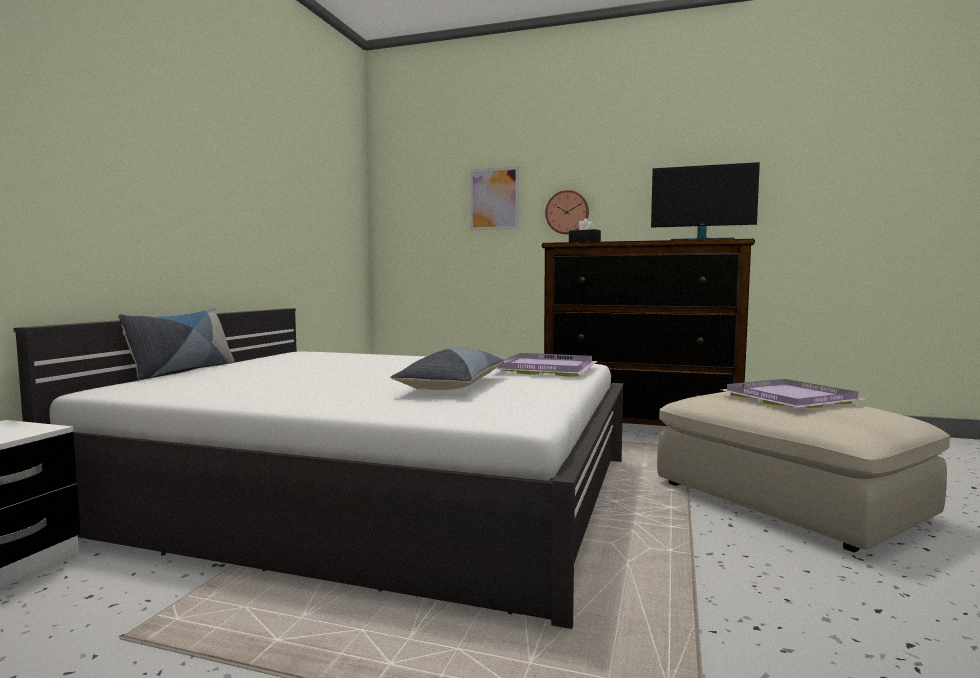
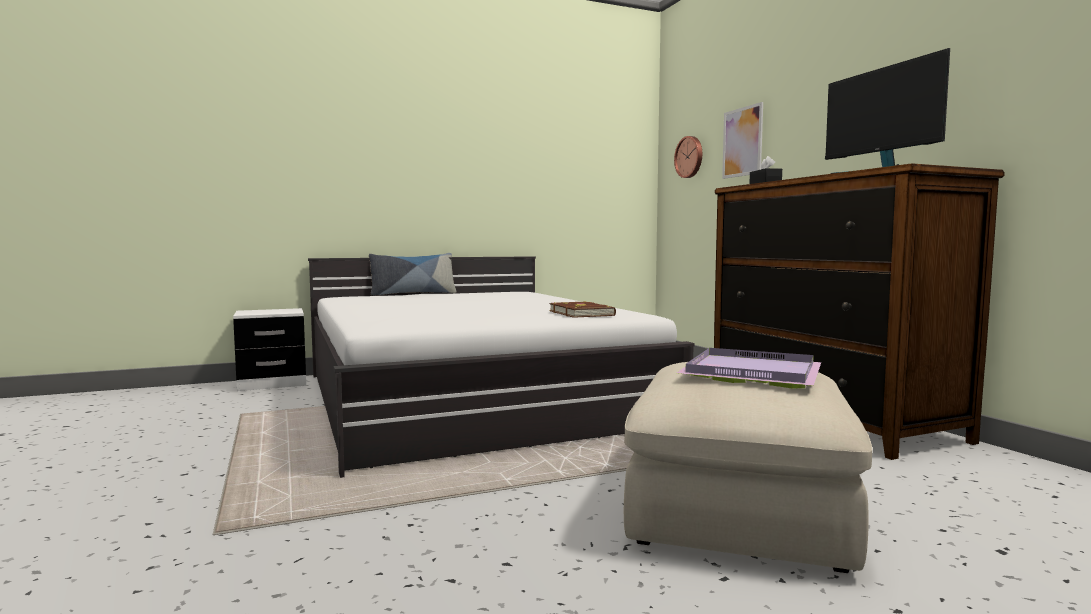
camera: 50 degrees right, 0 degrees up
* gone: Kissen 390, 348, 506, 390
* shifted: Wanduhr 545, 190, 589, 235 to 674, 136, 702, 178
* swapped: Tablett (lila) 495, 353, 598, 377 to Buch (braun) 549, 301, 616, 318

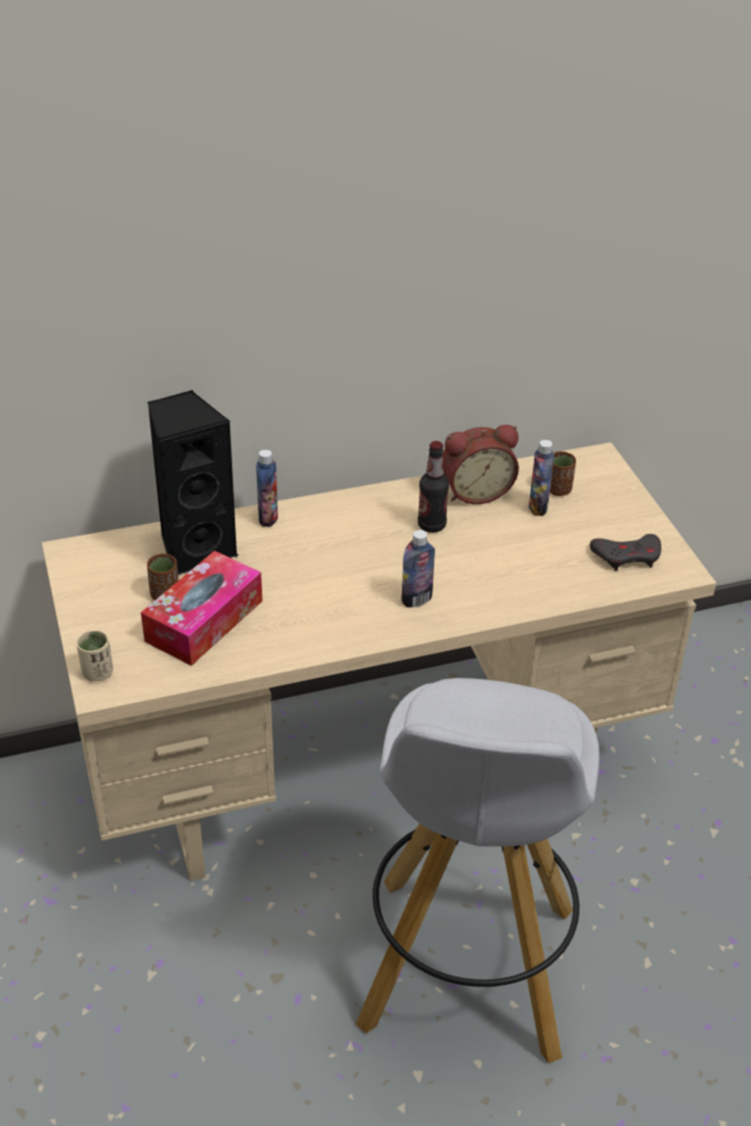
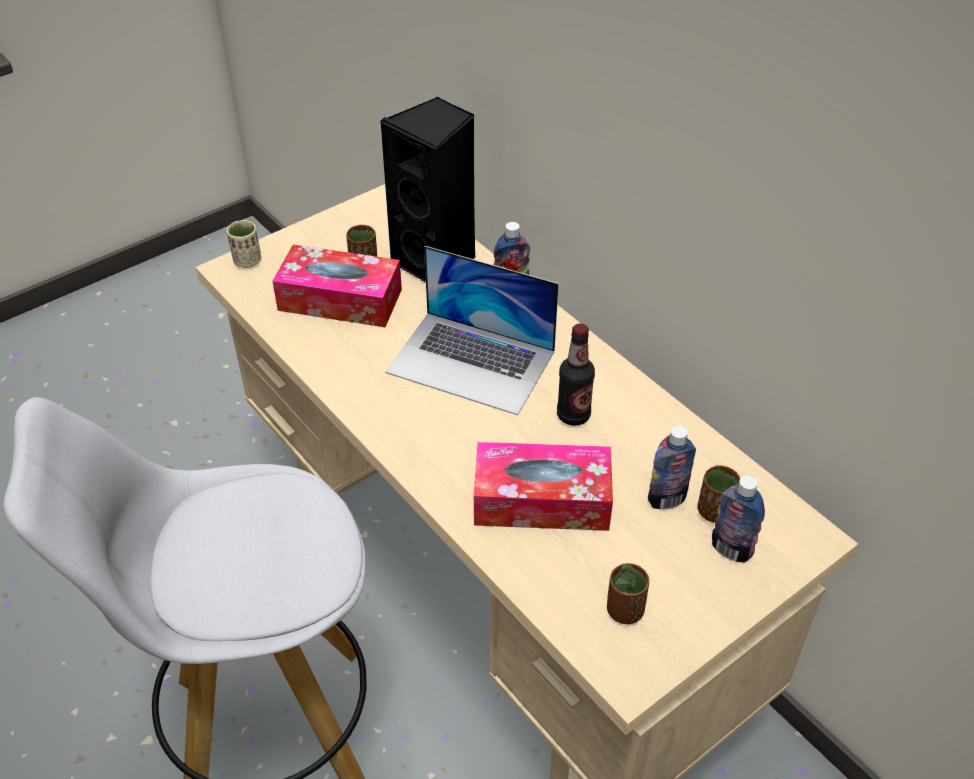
camera: 70 degrees right, 5 degrees up
* gone: Wecker 443, 425, 519, 504
* new: Laptop 386, 246, 559, 415
* new: Taschentuchbox 474, 442, 613, 531
* shifted: Flasche 401, 530, 435, 608 to 712, 476, 765, 563
* swapped: Gamepad (grau) 590, 534, 661, 571 to Tasse (braun) 607, 563, 649, 624

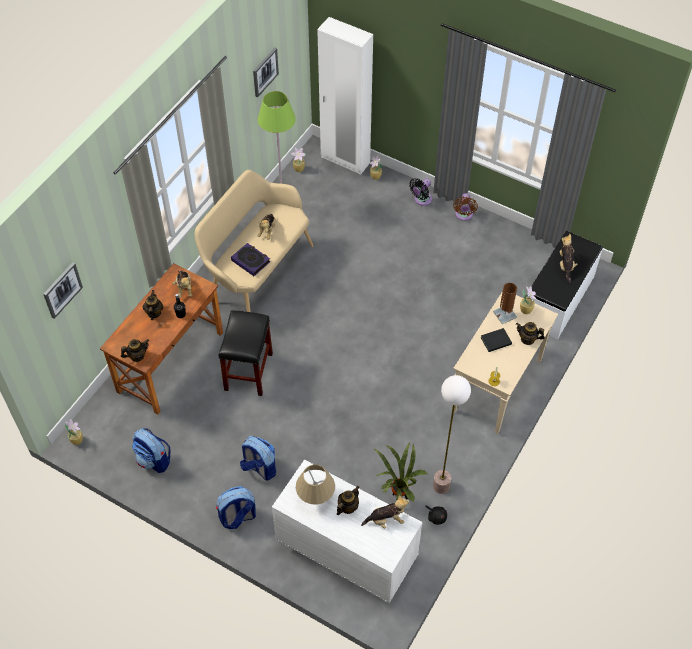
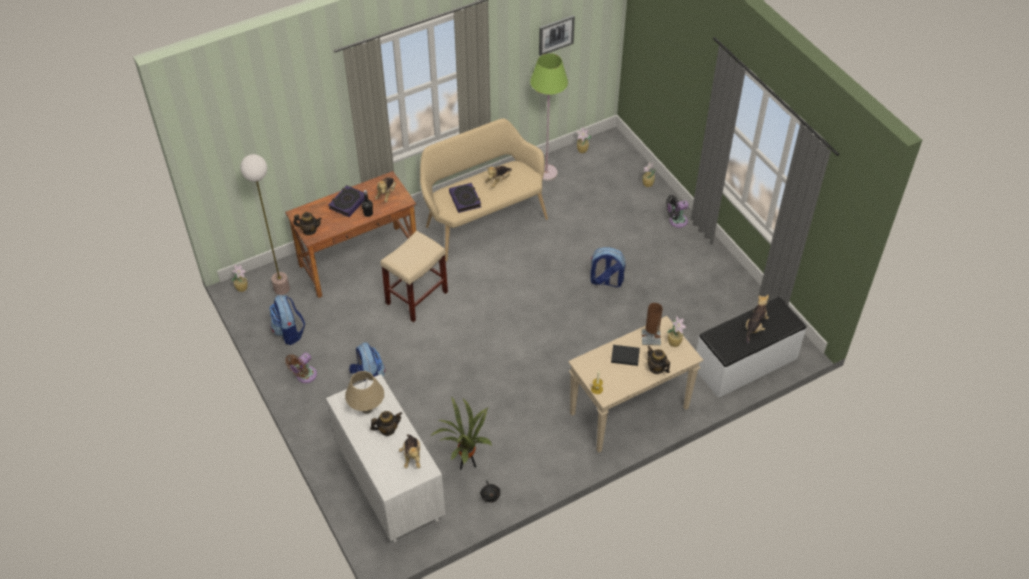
camera: 30 degrees right, 5 degrees down
* gone: Bild 43, 262, 83, 319
* gone: Kleiderschrank (weiß) 317, 17, 373, 175
* shifted: Rucksack 216, 486, 256, 529 to 590, 247, 625, 287
* shifted: Stehlampe 433, 375, 471, 494 to 240, 154, 290, 295
* shifted: Ventilator (braun) 453, 193, 478, 221 to 285, 352, 317, 383
* swapped: Teekanne 143, 290, 163, 320 to Buch 328, 185, 365, 217
* repainted: Hocker (schwarz) 219, 310, 273, 396 to Hocker (beige) 380, 231, 448, 323
* rotated: Plüschtier 361, 495, 409, 529 = 399, 434, 421, 469 60 degrees clockwise

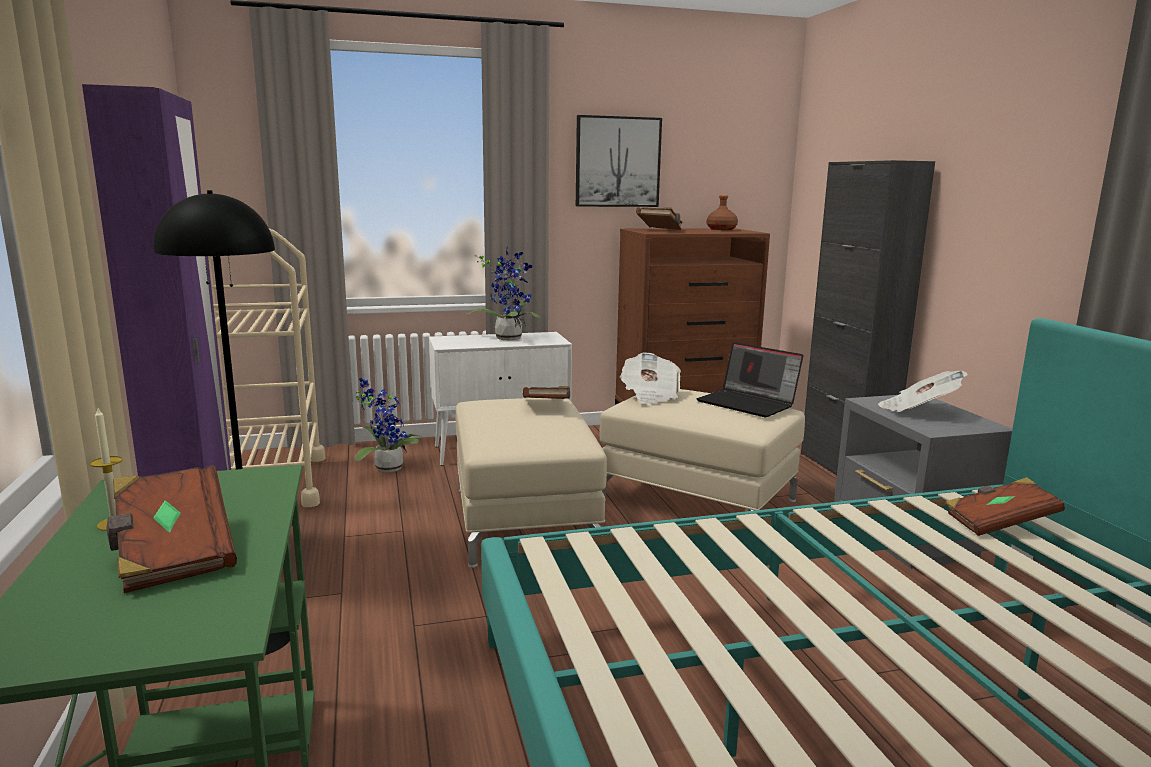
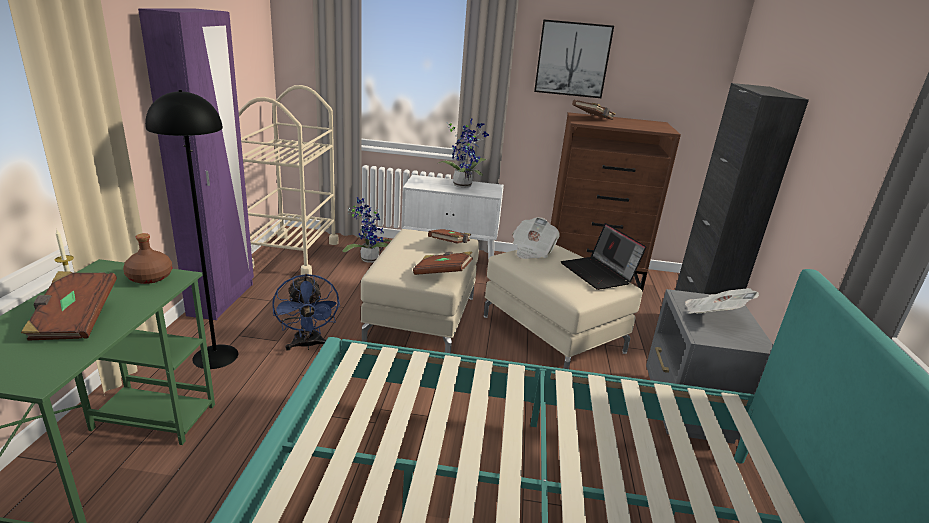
camera: 20 degrees right, 10 degrees up
* new: Ventilator (blau) 272, 274, 340, 351
* shifted: Flasche (braun) 707, 195, 738, 230 to 123, 233, 173, 284
* shifted: Buch (braun) 945, 477, 1065, 536 to 413, 251, 473, 275

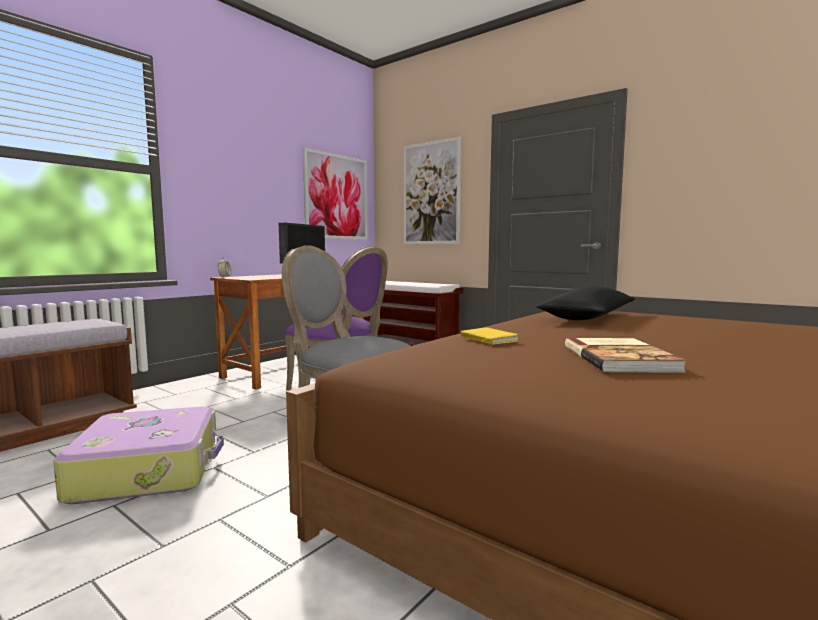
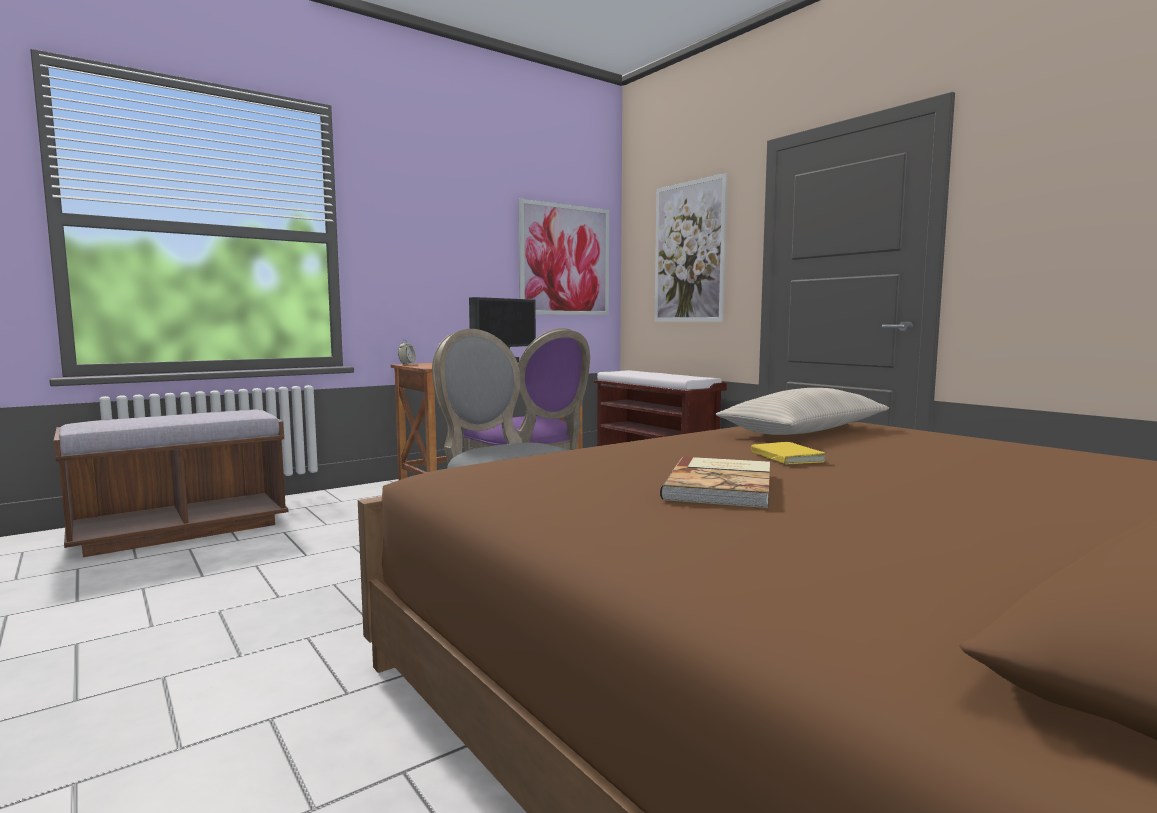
camera: 15 degrees right, 0 degrees up
* gone: Koffer 53, 407, 224, 504
* shifted: Buch (gelb) 461, 327, 518, 345 to 751, 442, 826, 465
* repainted: Kissen (schwarz) 536, 286, 635, 320 to Kissen (beige) 715, 388, 889, 435

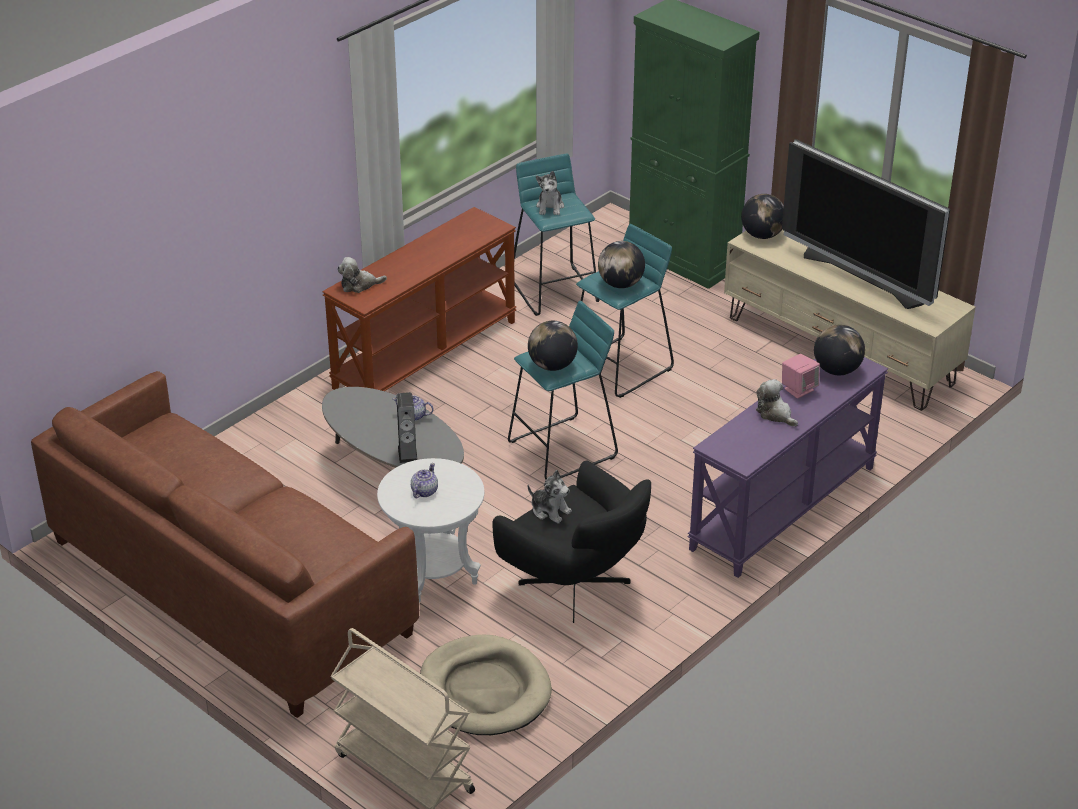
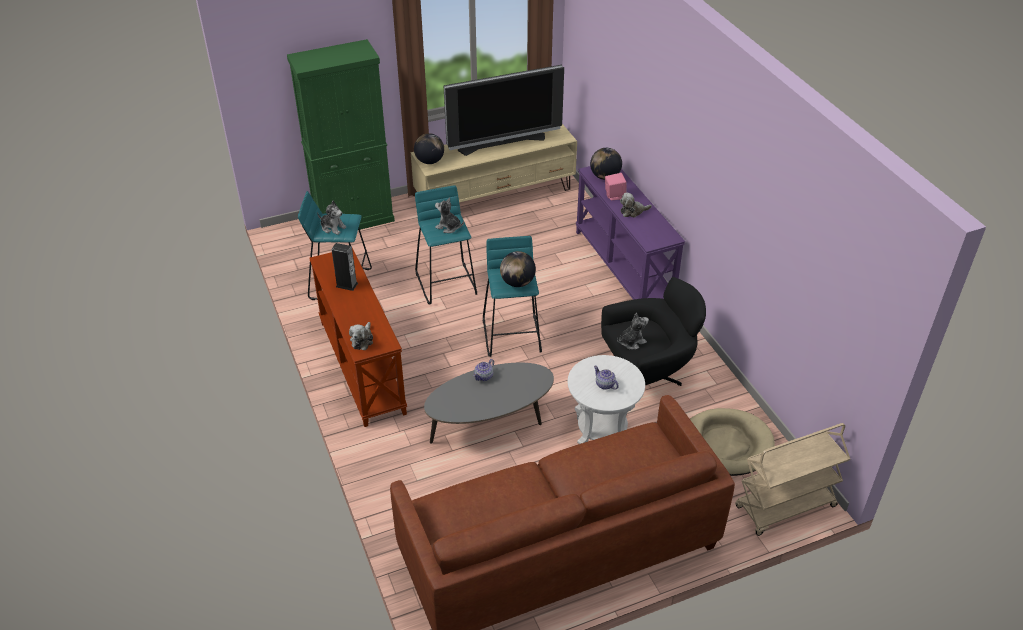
camera: 65 degrees left, 5 degrees up
* shifted: Lautsprecher 396, 392, 418, 463 to 332, 243, 358, 291
* swapped: Globus 598, 241, 645, 288 to Plüschtier 435, 197, 464, 233

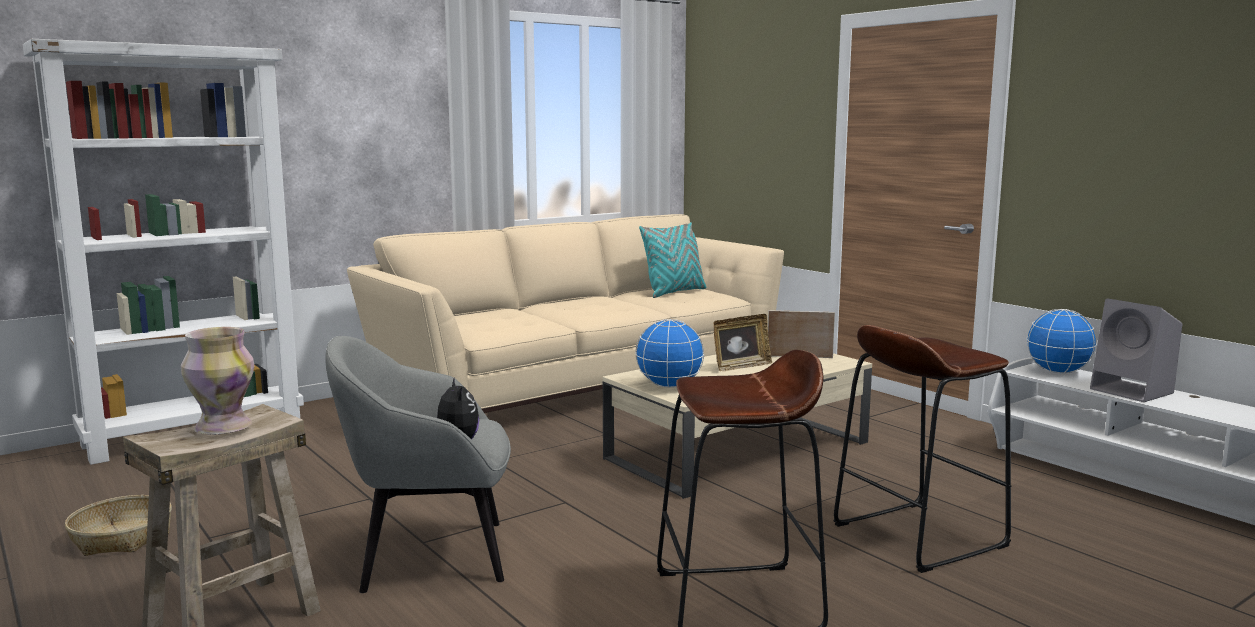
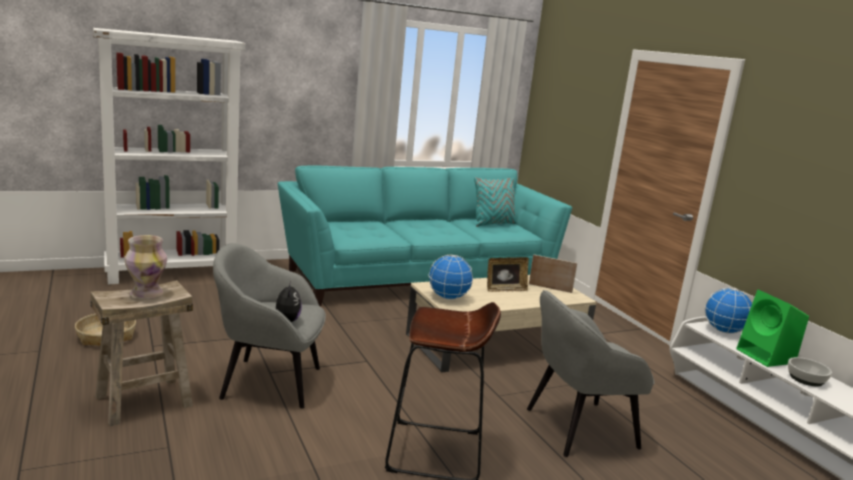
camera: 10 degrees right, 5 degrees up
* new: Schüssel 788, 357, 832, 387
* swapped: Hocker (braun) 834, 325, 1011, 573 to Sessel (grau) 527, 290, 654, 457
* repainted: Sofa (beige) 347, 214, 784, 413 to Sofa (türkis) 278, 165, 572, 306
* repainted: Lautsprecher (grau) 1090, 298, 1182, 402 to Lautsprecher (grün) 736, 290, 809, 367

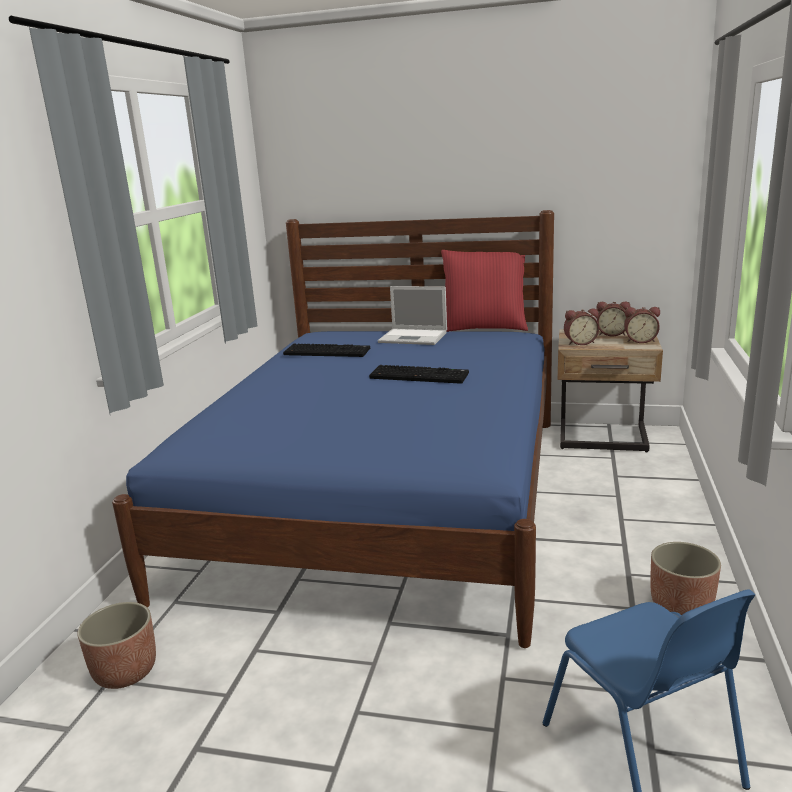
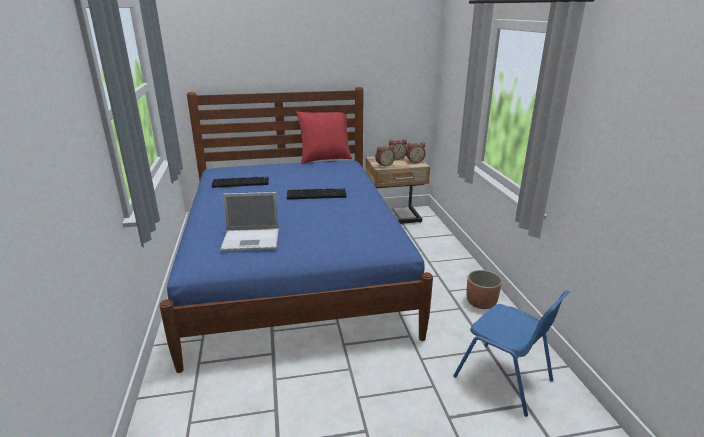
camera: 25 degrees left, 5 degrees up
* gone: Pflanzkübel 77, 602, 156, 689
* shifted: Laptop 378, 286, 447, 345 to 220, 192, 279, 251

